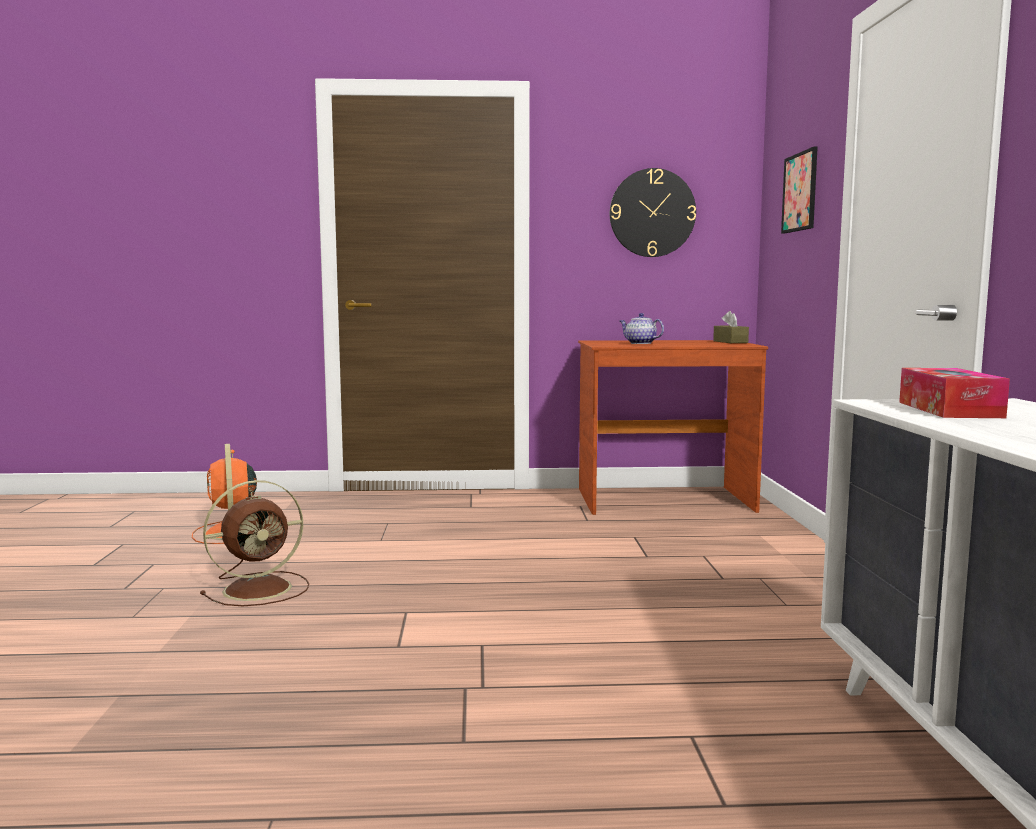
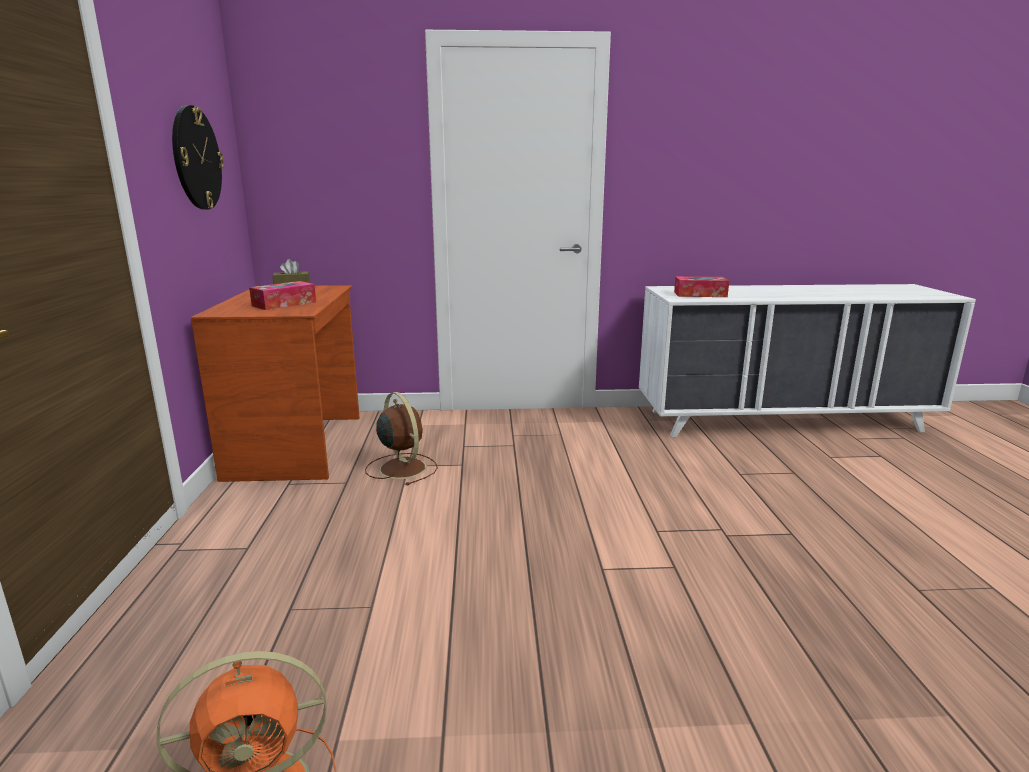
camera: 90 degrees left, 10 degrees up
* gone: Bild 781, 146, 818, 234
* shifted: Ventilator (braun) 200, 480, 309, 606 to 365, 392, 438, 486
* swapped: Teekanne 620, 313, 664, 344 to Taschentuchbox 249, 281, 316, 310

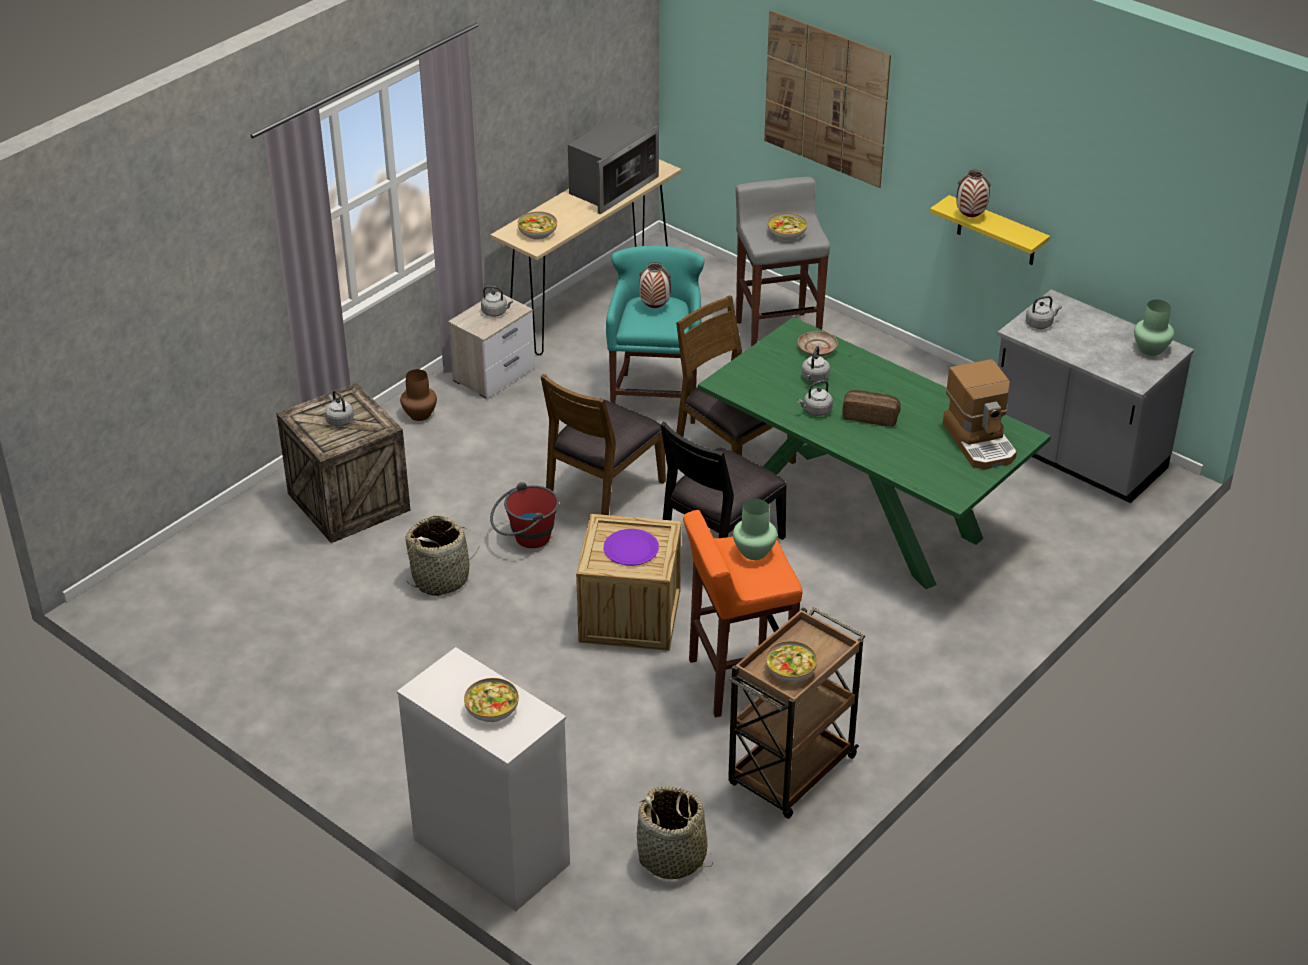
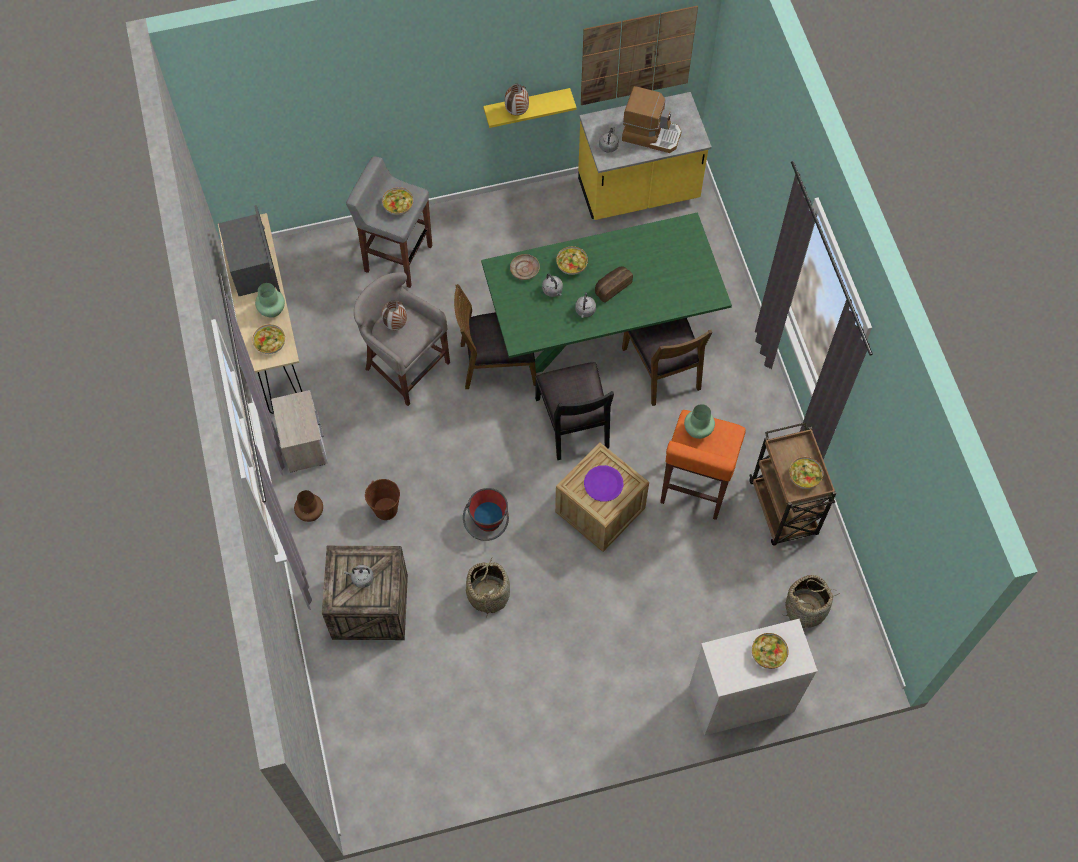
camera: 55 degrees left, 25 degrees up
* gone: Wasserkessel (grau) 481, 286, 513, 317
* new: Eimer (braun) 365, 479, 400, 520
* new: Schüssel 556, 246, 588, 275
* shifted: Stuhl (braun) 541, 374, 666, 515 to 622, 318, 712, 406
* shifted: Bild 764, 10, 891, 188 to 581, 6, 698, 105
* shifted: Kaffeemaschine 943, 359, 1017, 470 to 622, 86, 681, 153
* shifted: Vase (grün) 1134, 300, 1174, 356 to 255, 283, 285, 318
* repainted: Hocker (türkis) 606, 246, 705, 424 to Hocker (grau) 354, 272, 450, 406
* repainted: Küchenzeile (grau) 997, 289, 1194, 503 to Küchenzeile (gelb) 578, 92, 712, 220

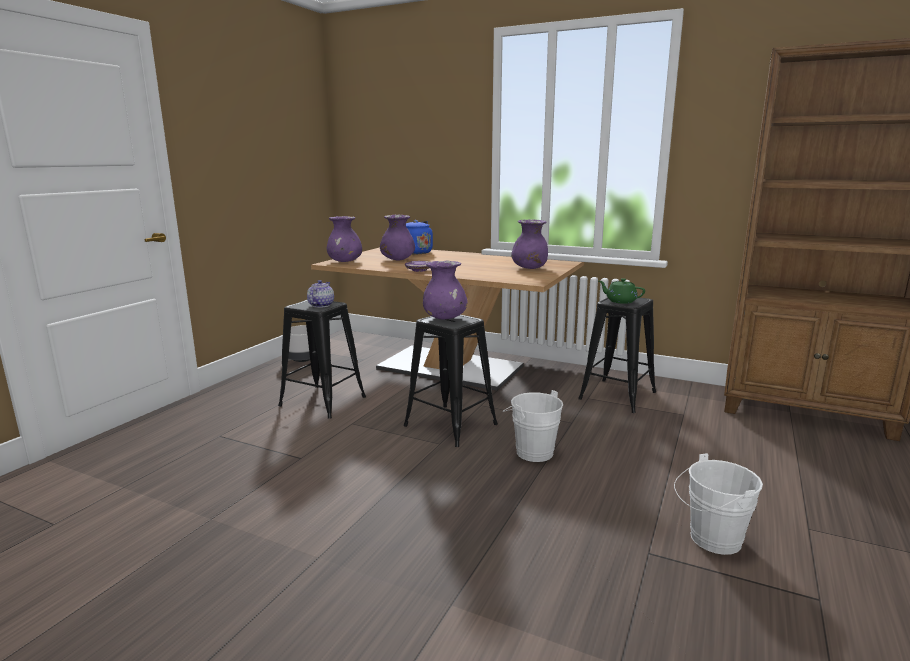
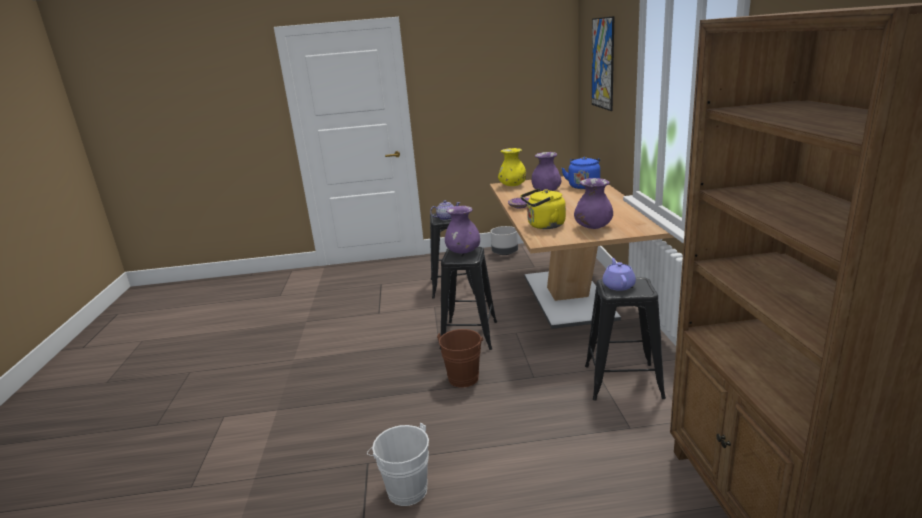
camera: 60 degrees right, 5 degrees up
* new: Wasserkessel (gelb) 521, 188, 566, 229
* new: Bild 592, 16, 615, 111
* repainted: Vase (lila) 327, 216, 362, 262 to Vase (gelb) 498, 148, 526, 186
* repainted: Eimer (weiß) 503, 390, 563, 462 to Eimer (braun) 437, 329, 483, 388
* repainted: Teekanne (grün) 599, 278, 645, 304 to Teekanne (lila) 602, 258, 636, 291

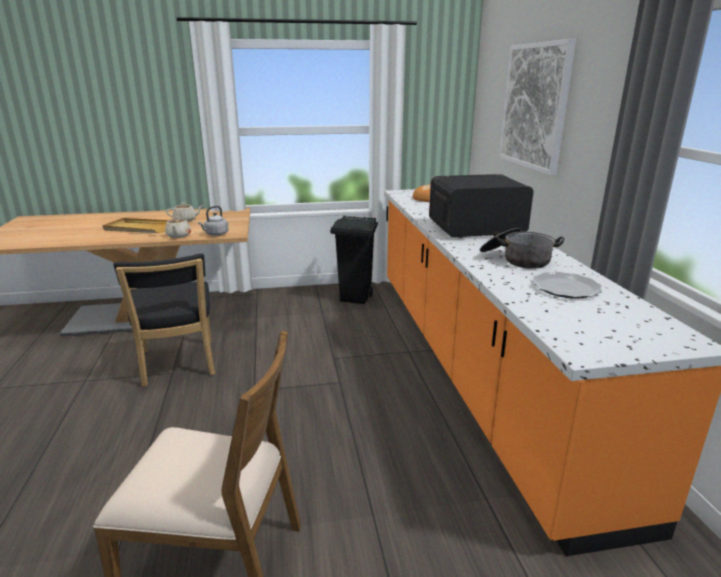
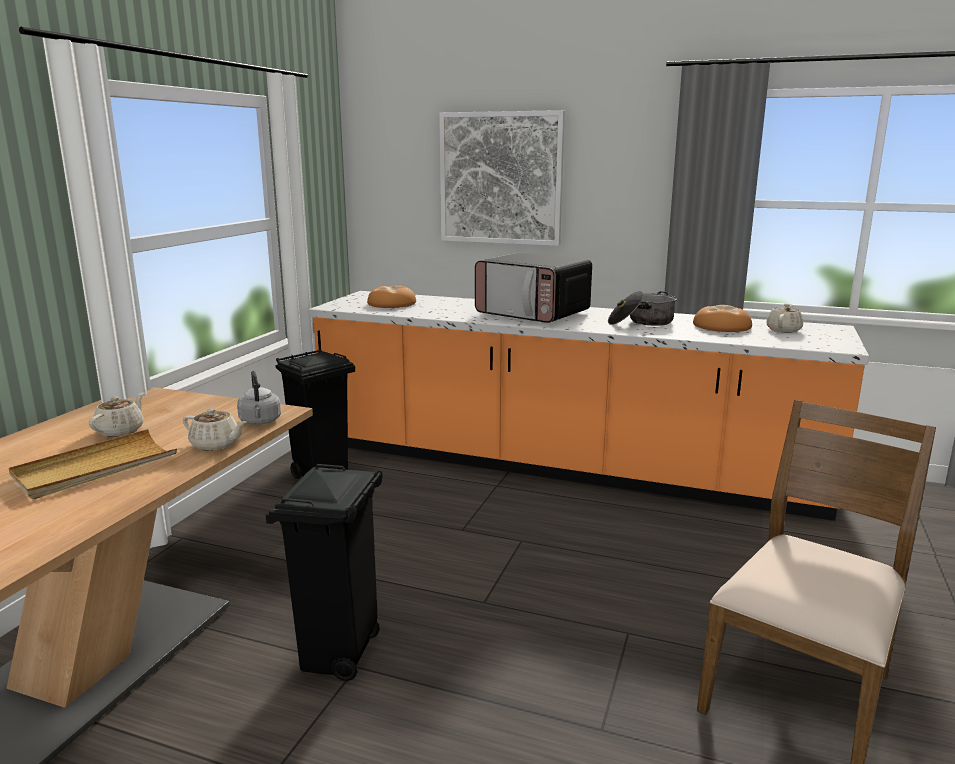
camera: 60 degrees left, 5 degrees down
* new: Teekanne (beige) 766, 304, 803, 333
* swapped: Stuhl (schwarz) 114, 253, 215, 387 to Mülleimer (schwarz) 266, 464, 383, 681
* swapped: Teller 532, 272, 602, 298 to Brot 693, 305, 752, 332
* rotated: Mikrowelle 429, 174, 533, 238 = 475, 253, 592, 323 75 degrees counterclockwise

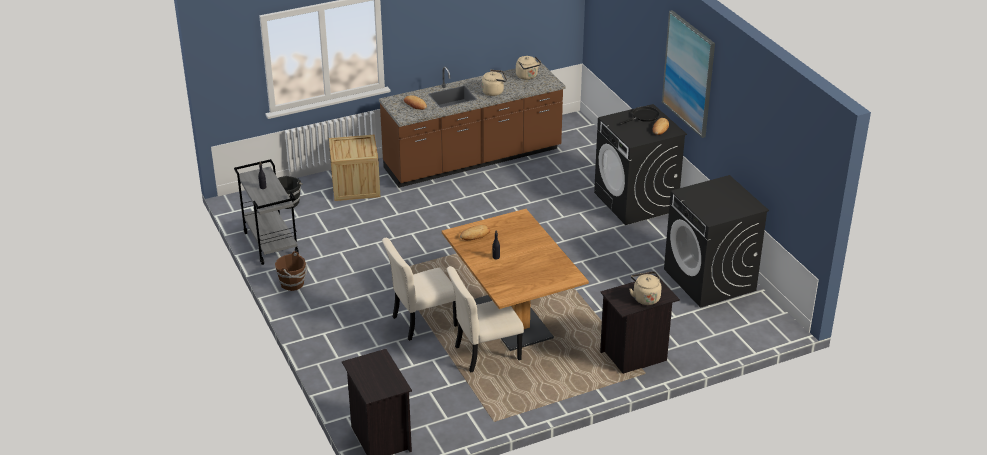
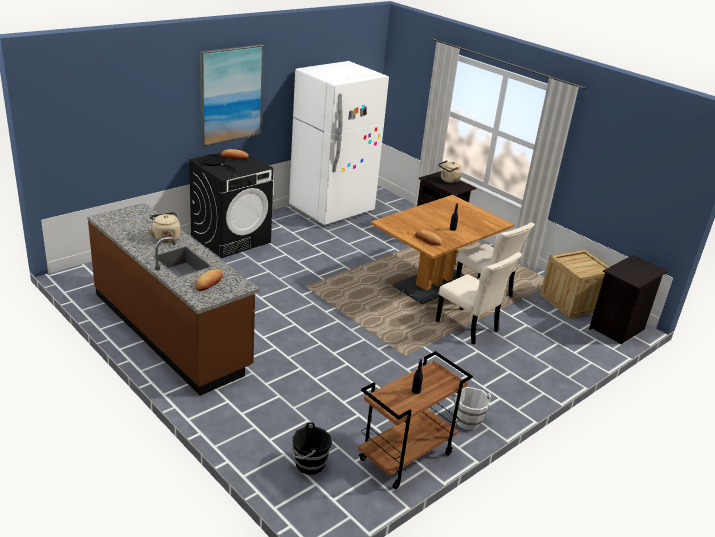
camera: 110 degrees left, 5 degrees down
* gone: Wasserkessel (beige) 516, 56, 541, 80
* shifted: Kiste 329, 135, 381, 201 to 540, 249, 610, 318
* swapped: Waschmaschine (schwarz) 664, 175, 769, 308 to Kühlschrank (weiß) 289, 61, 389, 225
* repainted: Rollwagen (grau) 234, 159, 299, 265 to Rollwagen (braun) 358, 351, 473, 489
* repainted: Eimer (braun) 275, 251, 308, 291 to Eimer (weiß) 452, 387, 491, 430

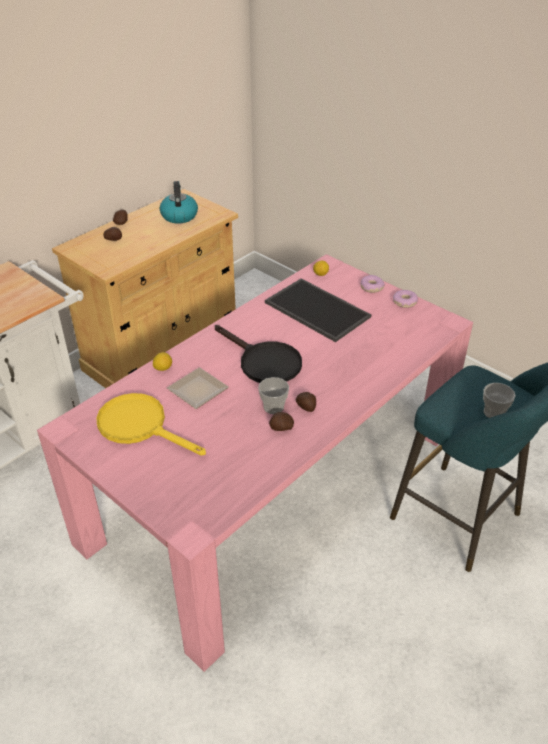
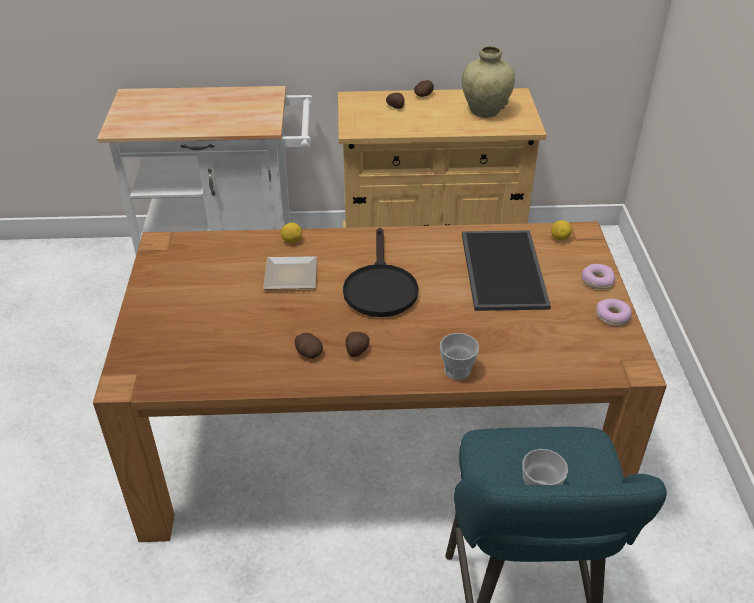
camera: 45 degrees right, 0 degrees up
* gone: Pfanne (gelb) 96, 393, 206, 456
* shifted: Tasse 258, 377, 289, 414 to 440, 333, 479, 380
* swapped: Wasserkessel 160, 181, 198, 223 to Vase (beige) 462, 46, 515, 118
* repainted: Esstisch (rosa) 37, 254, 473, 672 to Esstisch (braun) 93, 221, 667, 542

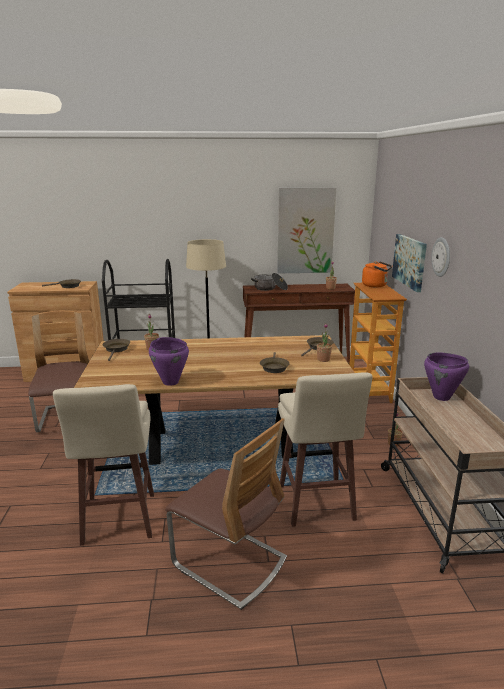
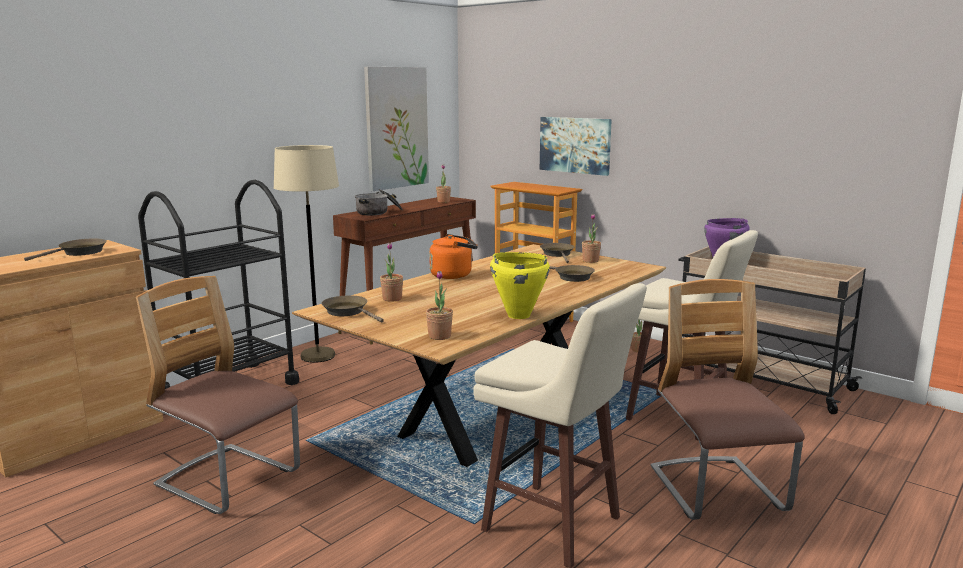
camera: 45 degrees left, 5 degrees down
* gone: Wanduhr 431, 237, 450, 277
* new: Topfpflanze 426, 271, 453, 340
* shifted: Wasserkessel (orange) 362, 261, 392, 287 to 429, 234, 478, 279
* repainted: Kochtopf (lila) 149, 337, 189, 386 to Kochtopf (gelb) 490, 252, 550, 319
* rotated: Stuhl 165, 418, 287, 610 = 651, 279, 805, 520 90 degrees counterclockwise

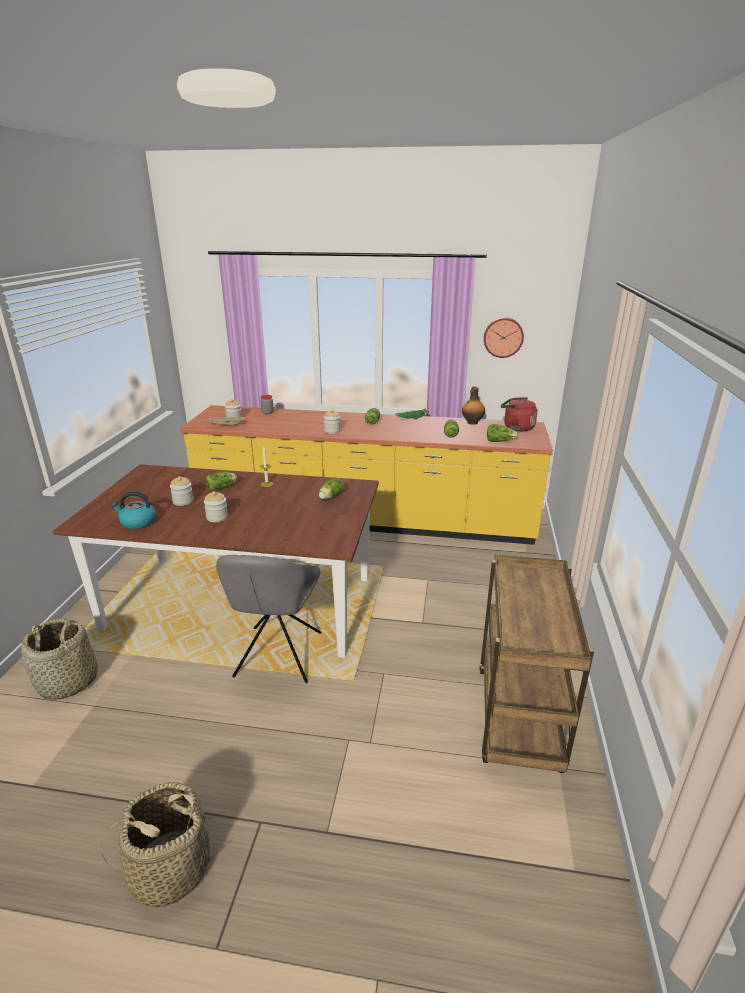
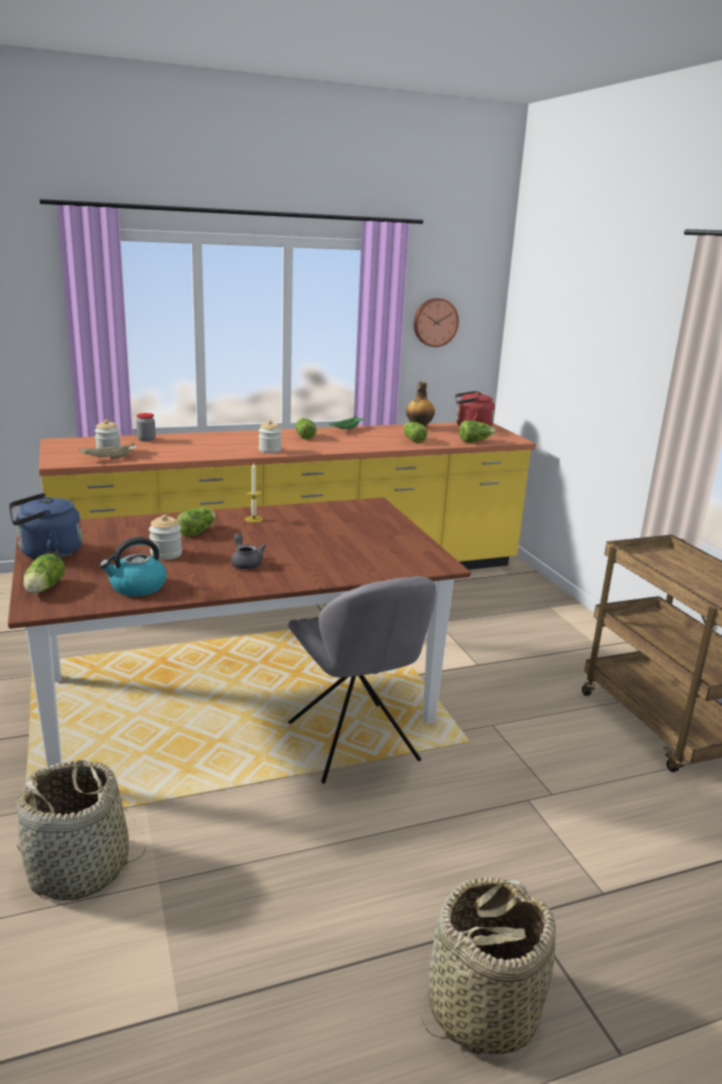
camera: 30 degrees left, 5 degrees down
* new: Wasserkessel (blau) 9, 493, 82, 559
* shifted: Salatkopf 319, 477, 345, 499 to 23, 554, 65, 593
* swapped: Vorratsglas 204, 491, 228, 522 to Teekanne (grau) 231, 533, 266, 569

